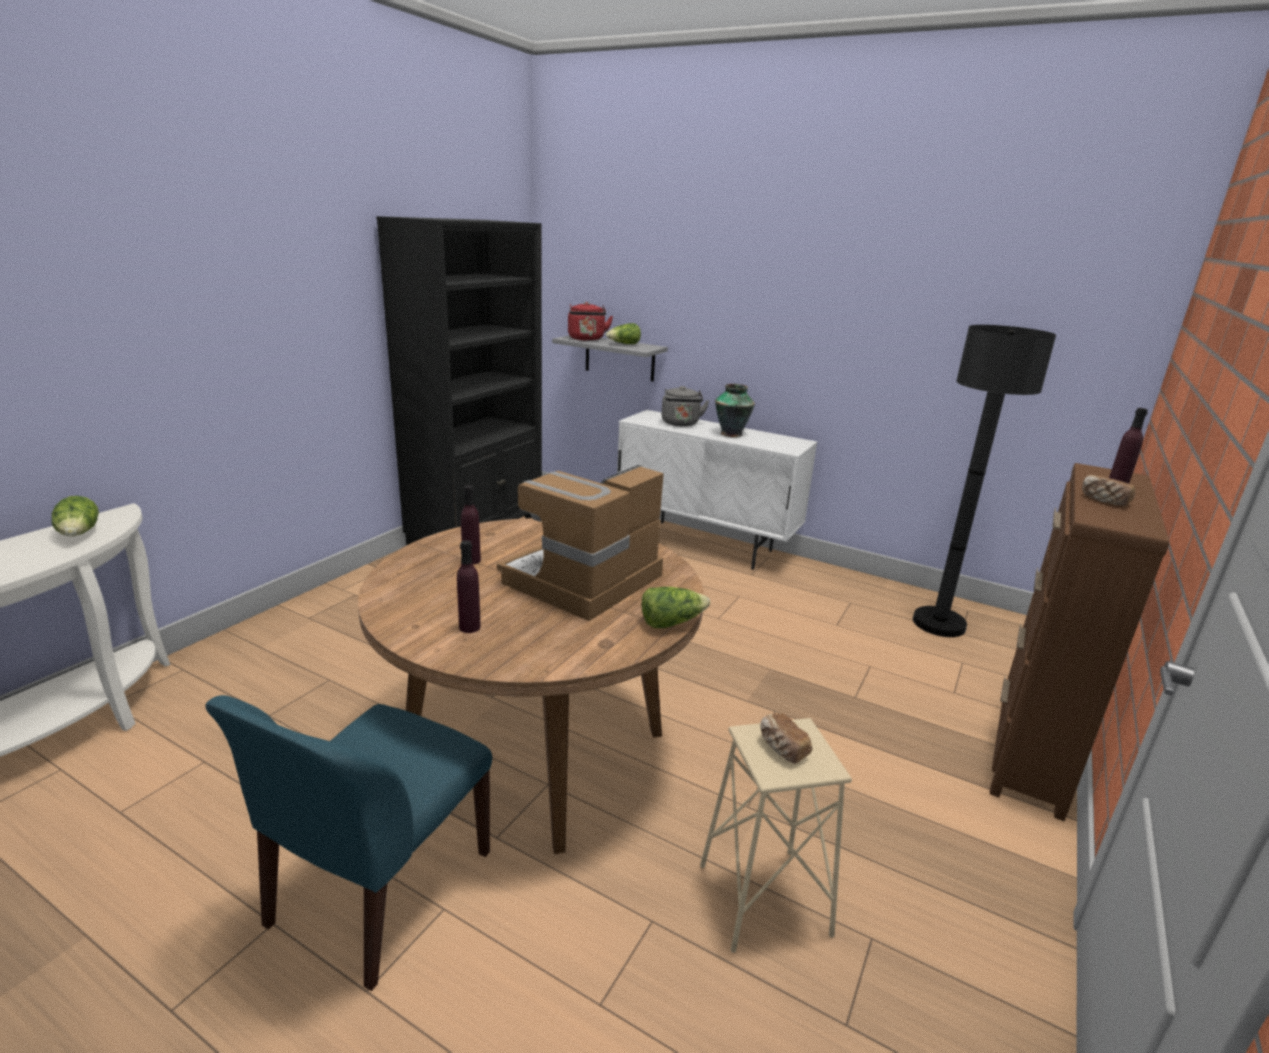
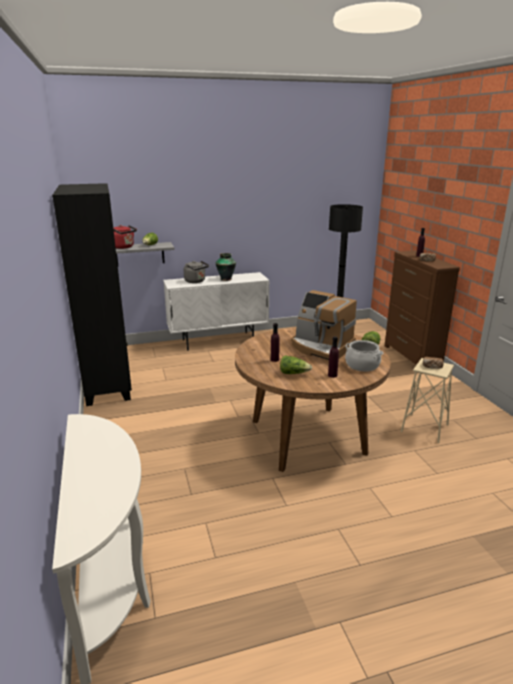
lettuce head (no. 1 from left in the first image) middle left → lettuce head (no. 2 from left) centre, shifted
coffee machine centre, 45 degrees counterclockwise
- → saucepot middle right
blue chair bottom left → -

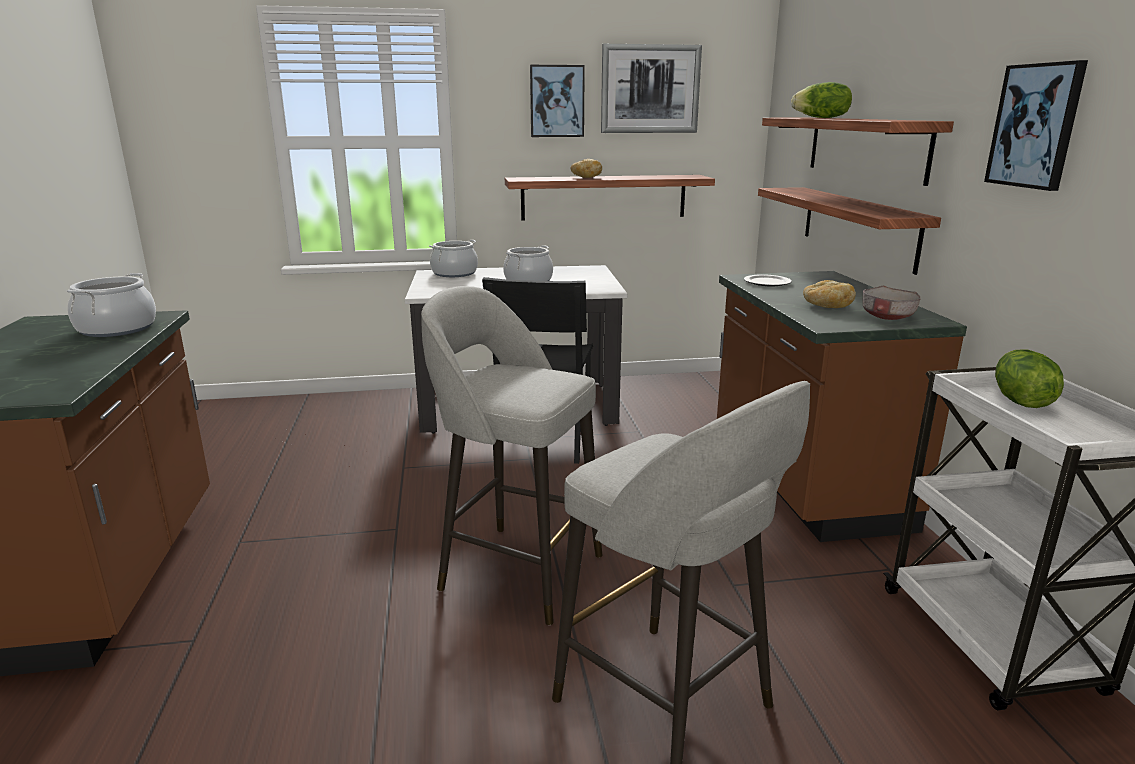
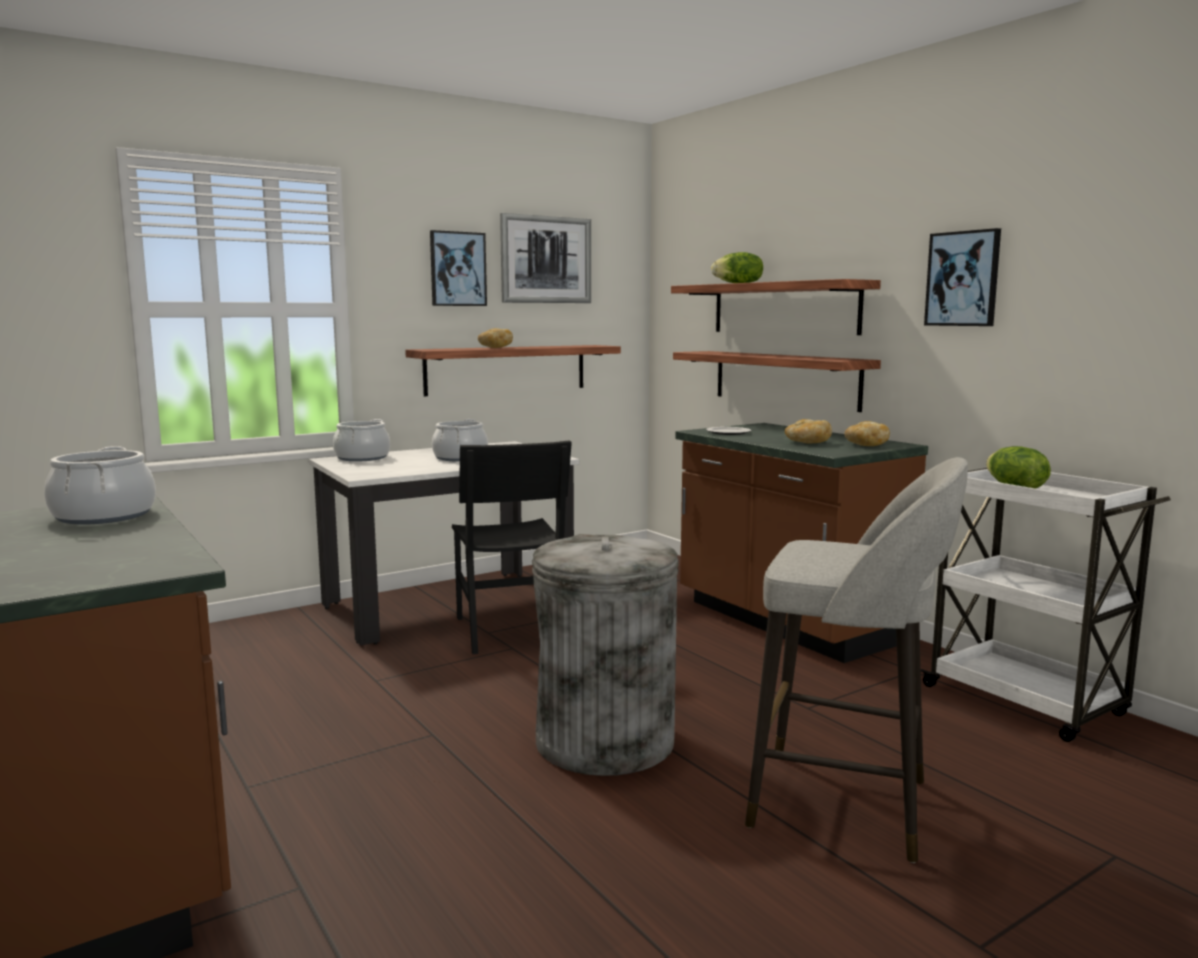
greyish stool (no. 1 from left) centre → greyish rubbish bin bottom centre
greyish bowl middle right → baked bread (no. 3 from left) middle right

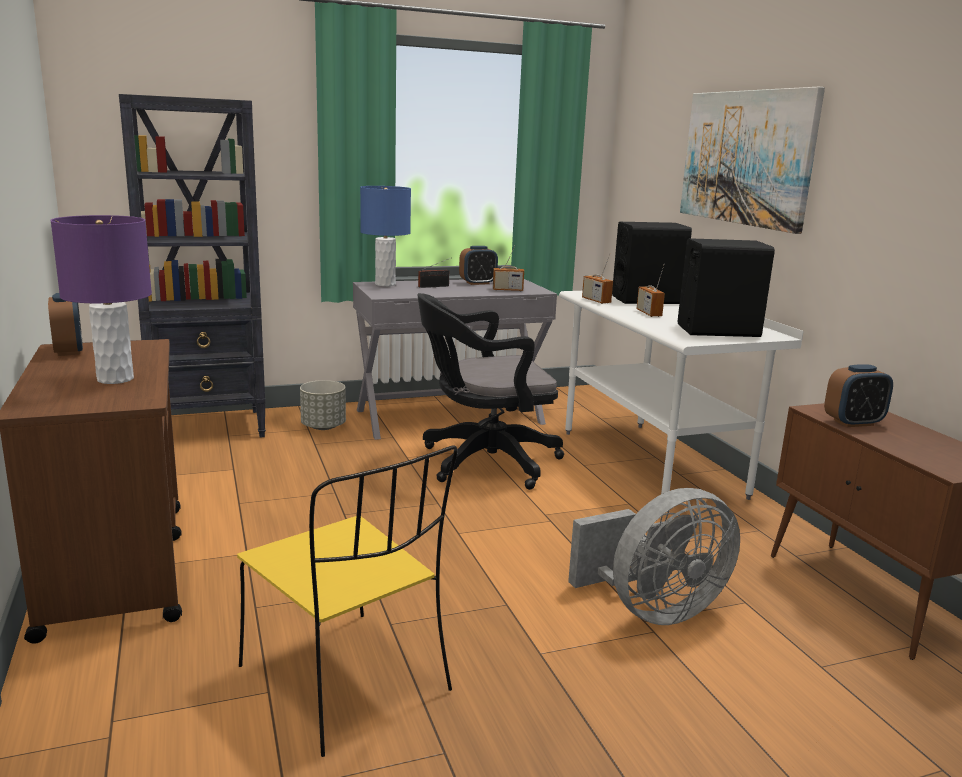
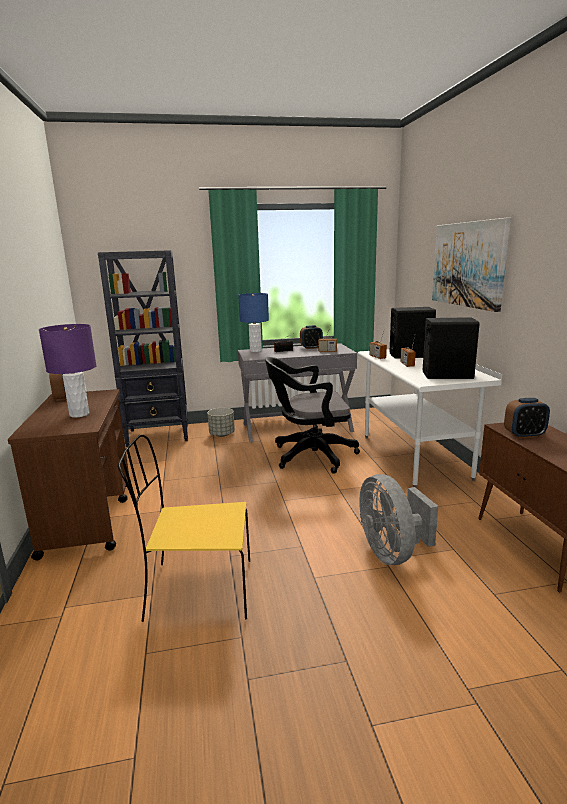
yellow-coloured chair bottom centre → yellow-coloured chair middle left, 120 degrees clockwise
greyish fan bottom right → greyish fan middle right, 90 degrees clockwise

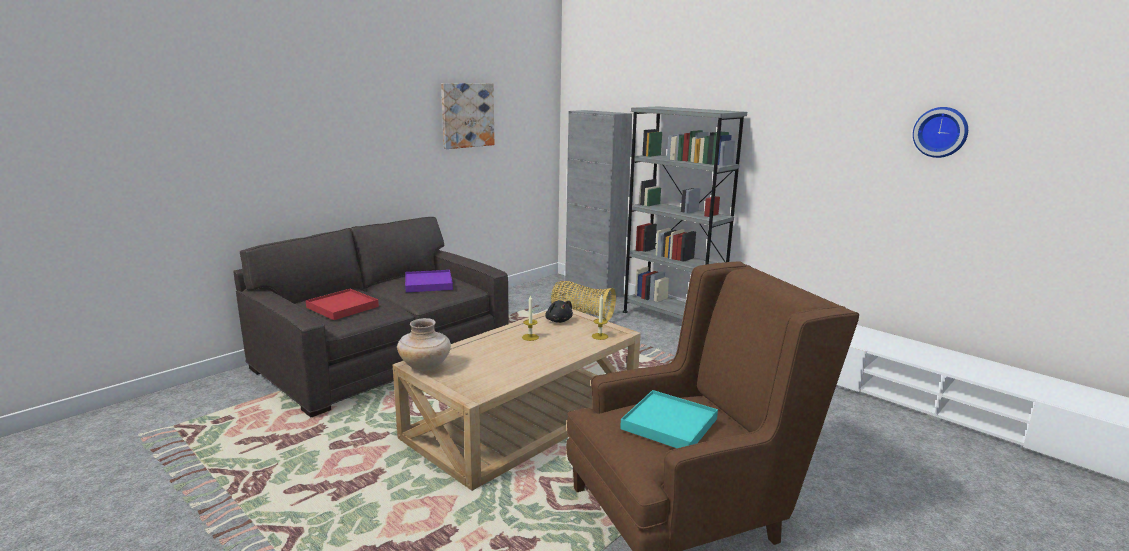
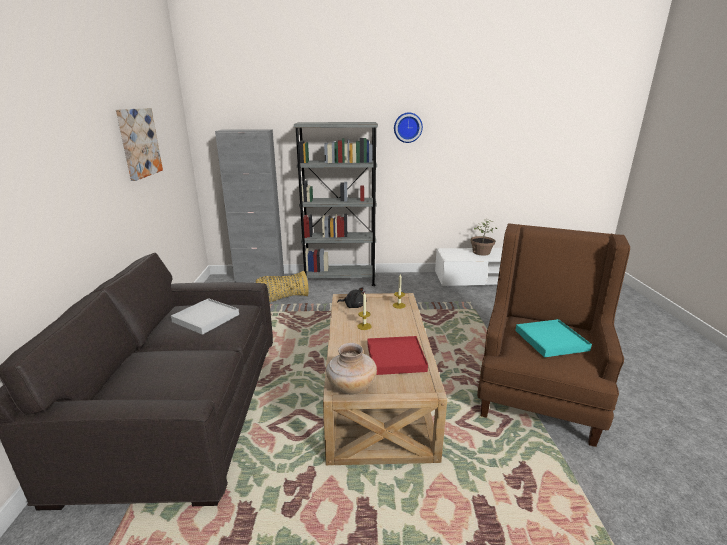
purplish tray centre → white-coloured tray middle left
red tray middle left → red tray centre, shifted
clock on the wall top right → clock on the wall top centre, shifted
- → potted plant centre

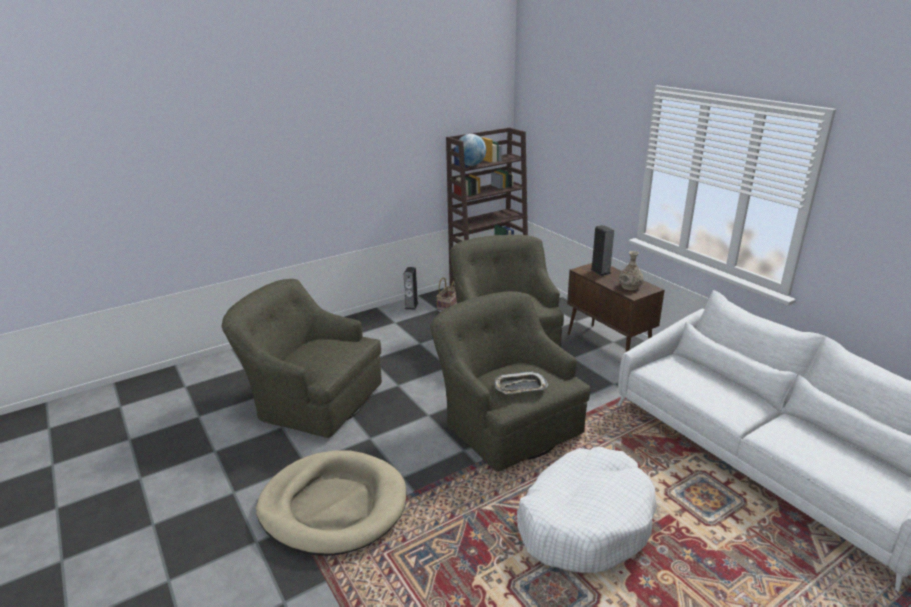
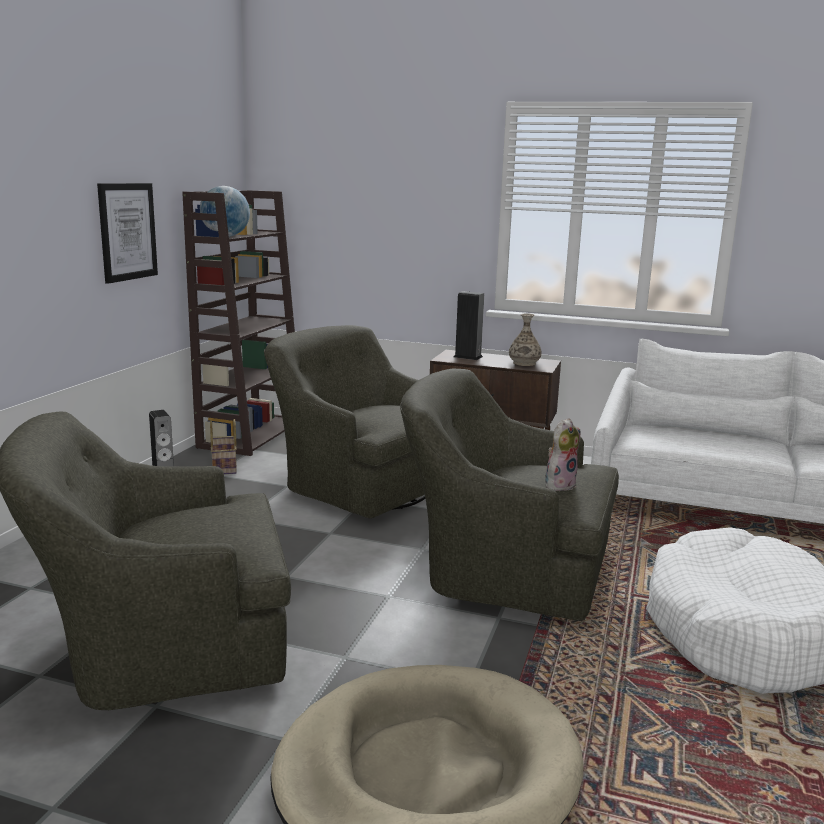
- → wall picture top left
tray centre → cuddly toy middle right

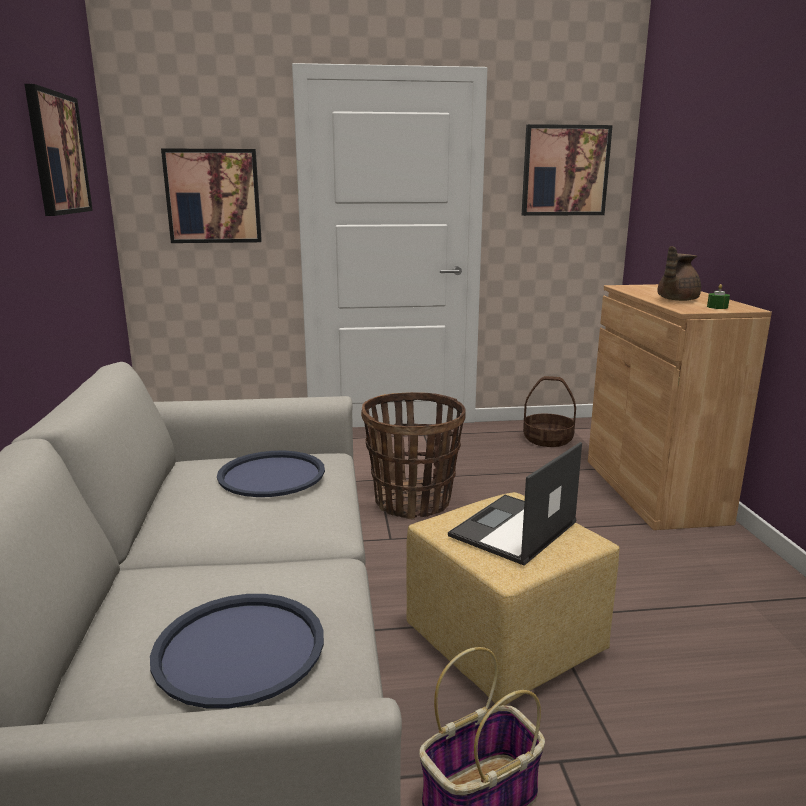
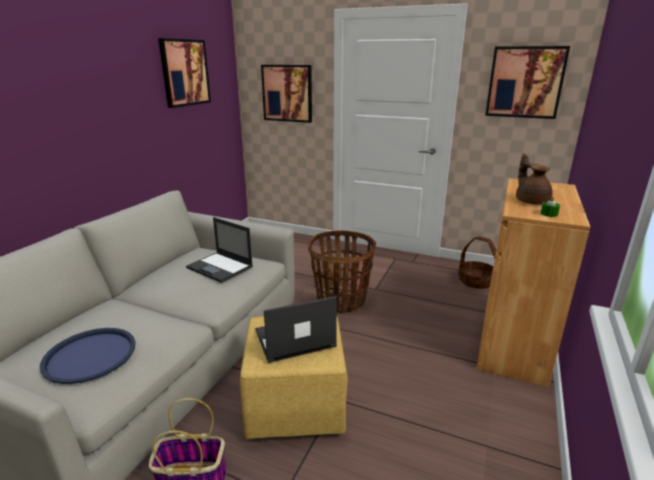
blue tray (no. 2 from left) centre → portable computer (no. 1 from left) centre
brown teapot middle right, 90 degrees clockwise

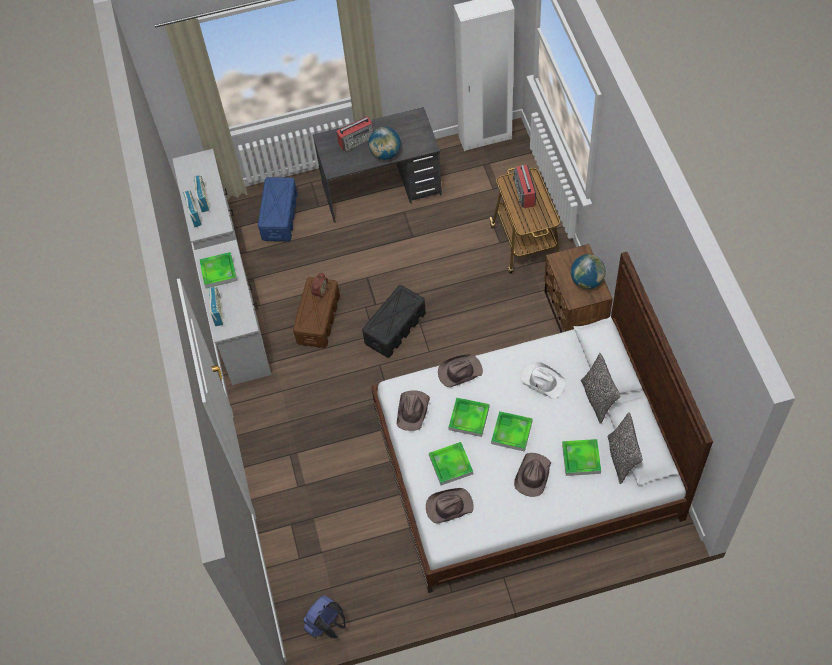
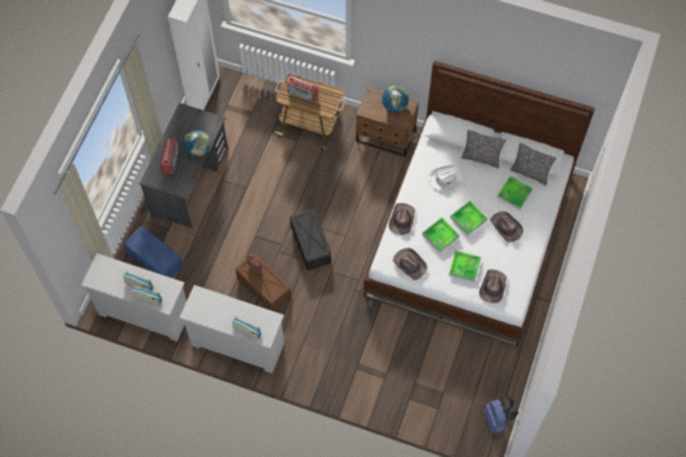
tray (no. 1 from left) middle left → -

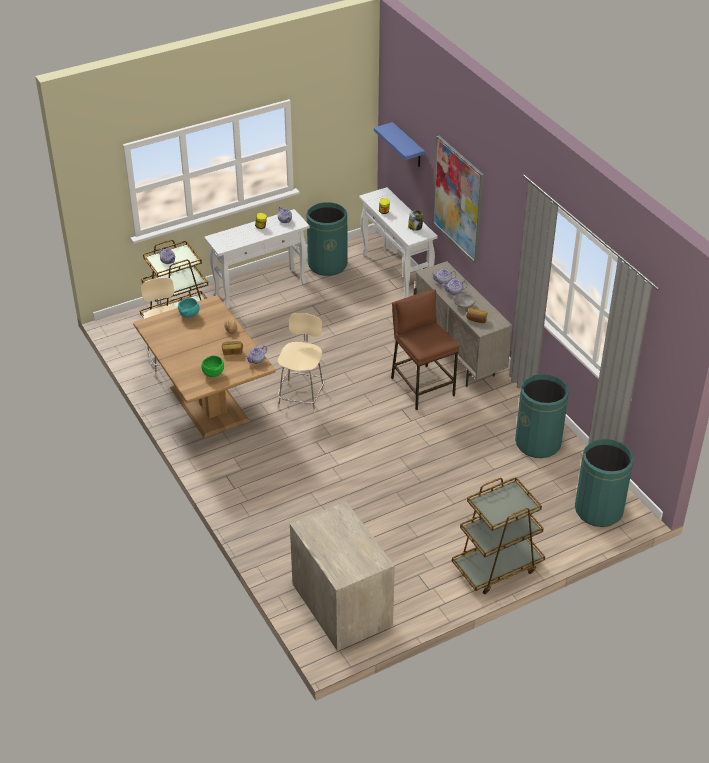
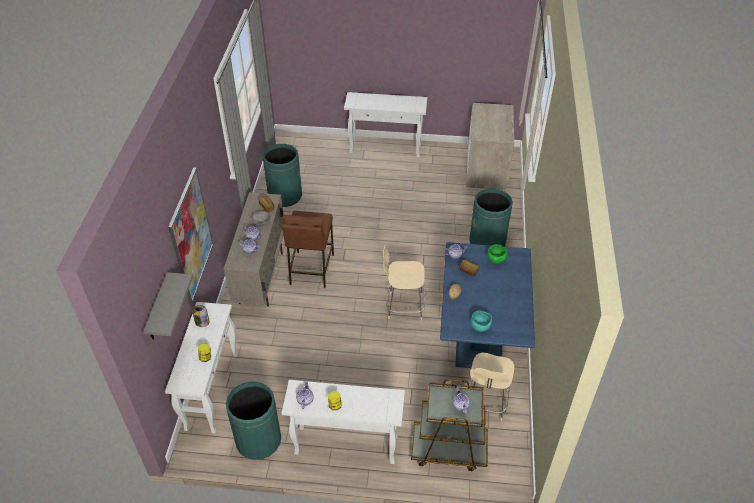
blue bracket shelf top centre → greyish bracket shelf middle left
brown wheeled cart (no. 2 from left) bottom right → white-coloured console table (no. 3 from left) top centre
sand-coloured chair (no. 2 from left in the first image) centre → sand-coloured chair (no. 1 from left) centre, 45 degrees clockwise
brown dining table middle left → blue dining table centre
greenish rubbish bin (no. 3 from left) middle right → greenish rubbish bin (no. 3 from left) centre, shifted

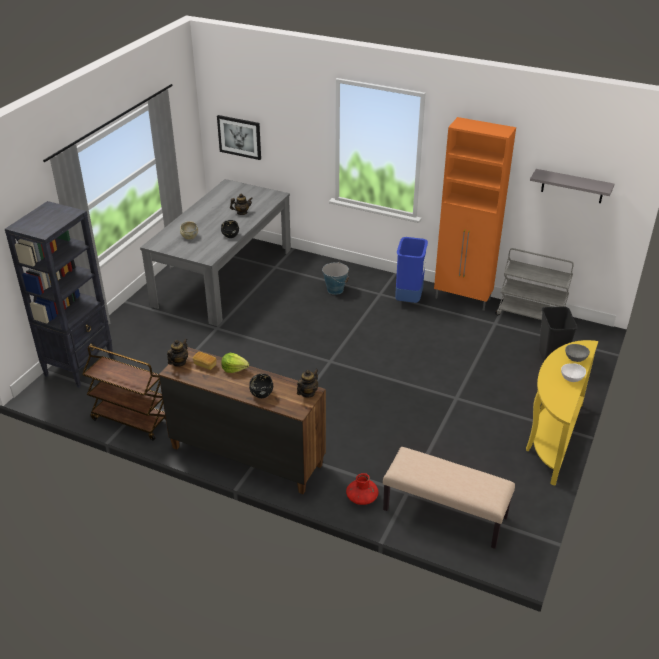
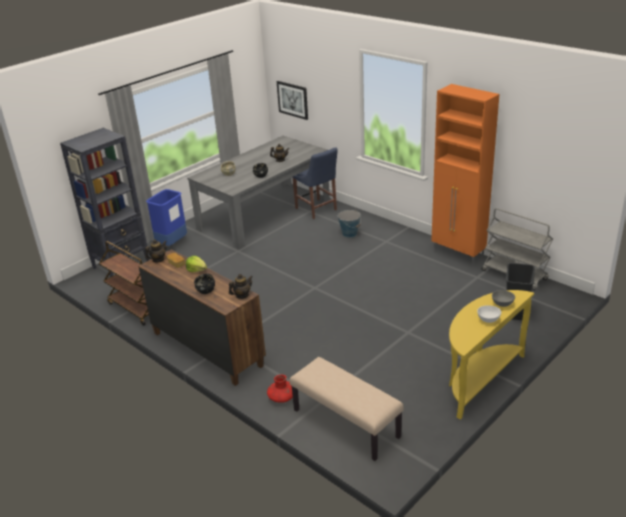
blue rubbish bin centre → blue rubbish bin middle left, shifted
- → blue chair centre
greyish bracket shelf top right → -

